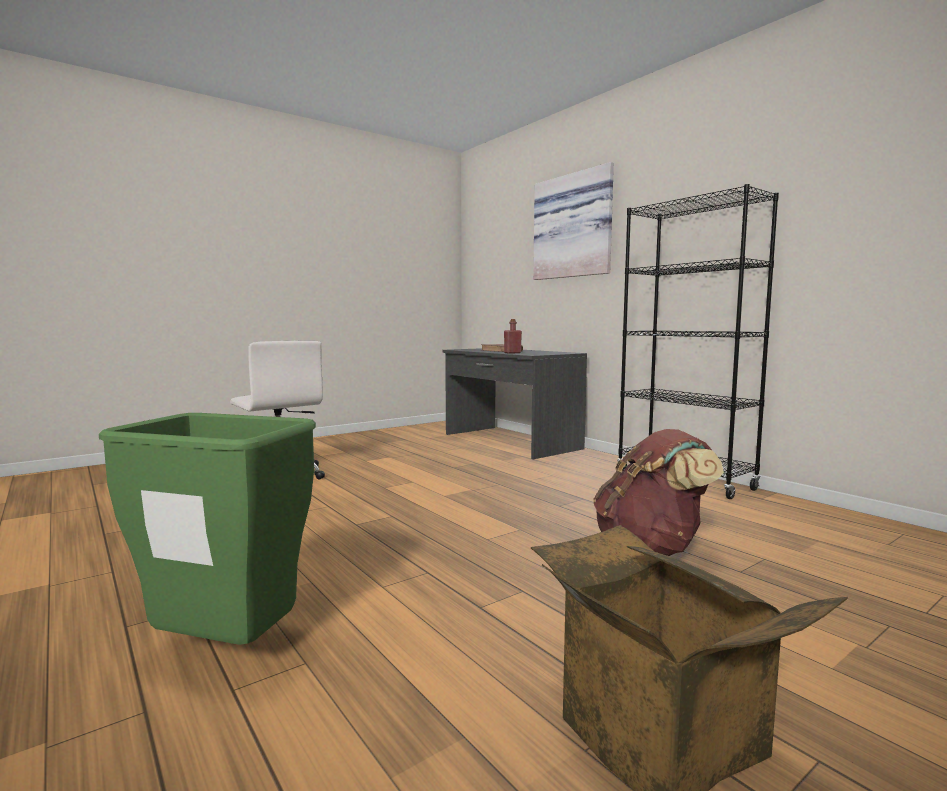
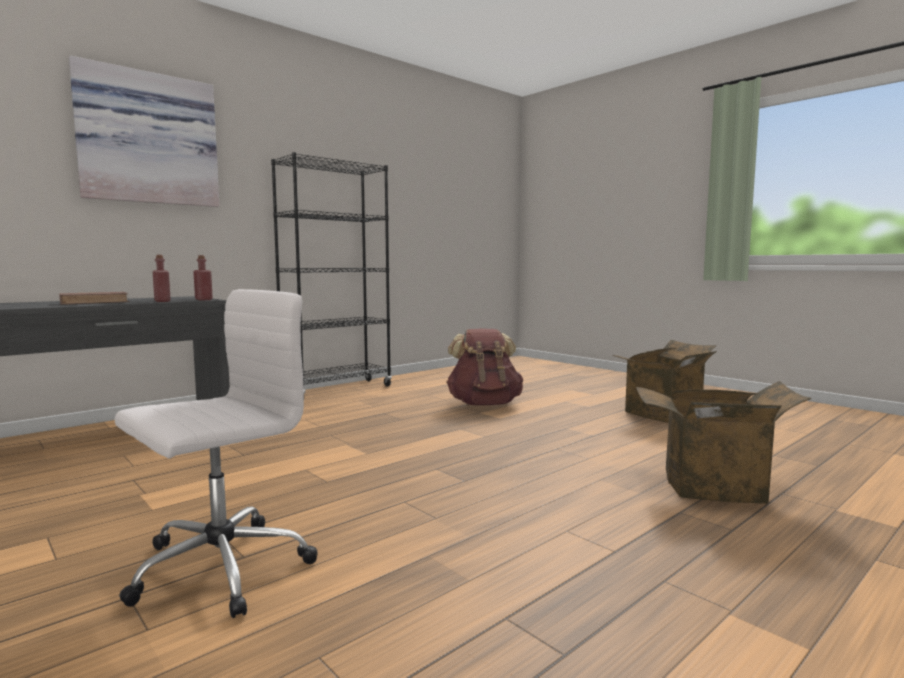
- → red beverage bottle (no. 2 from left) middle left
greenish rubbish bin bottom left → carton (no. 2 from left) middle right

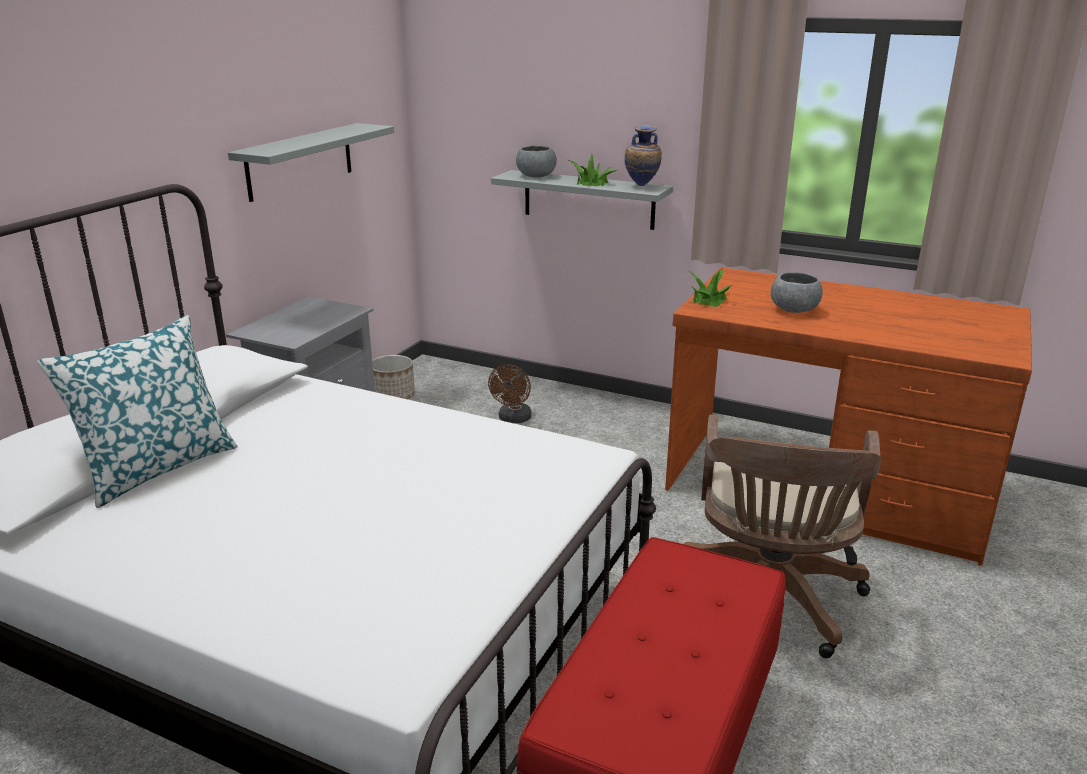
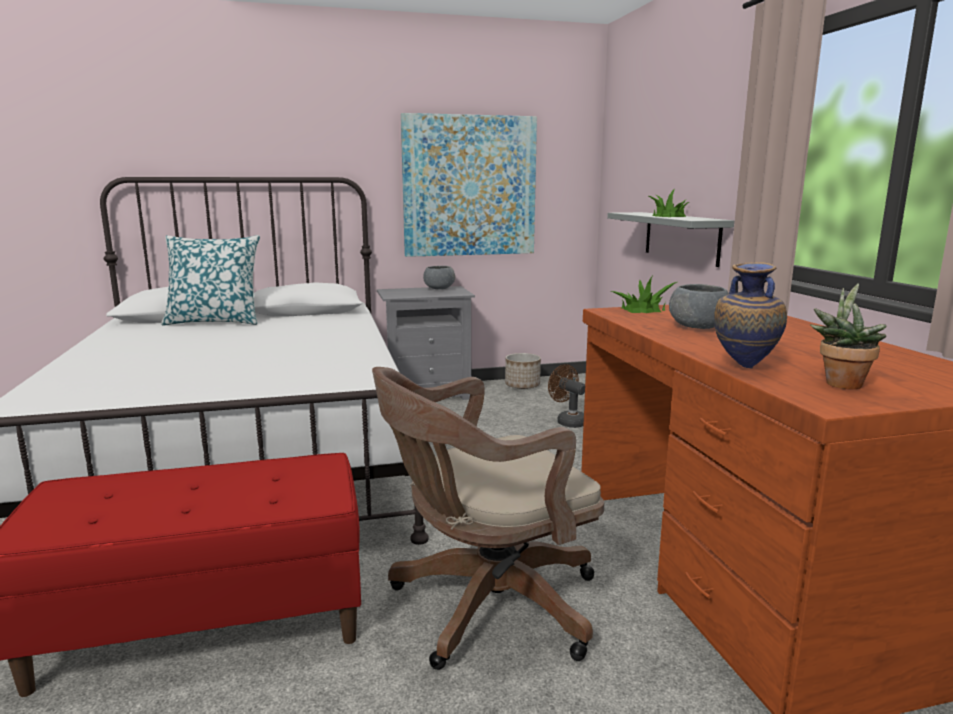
greyish bracket shelf (no. 1 from left) top left → wall picture top centre
greyish bowl (no. 1 from left) top centre → greyish bowl (no. 1 from left) centre, shifted
brown fan centre, 75 degrees clockwise
flower vase top centre → flower vase middle right, shifted
- → potted plant (no. 3 from left) middle right

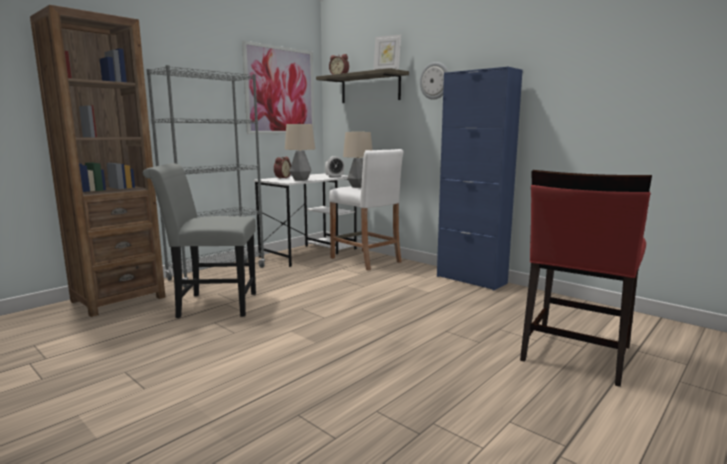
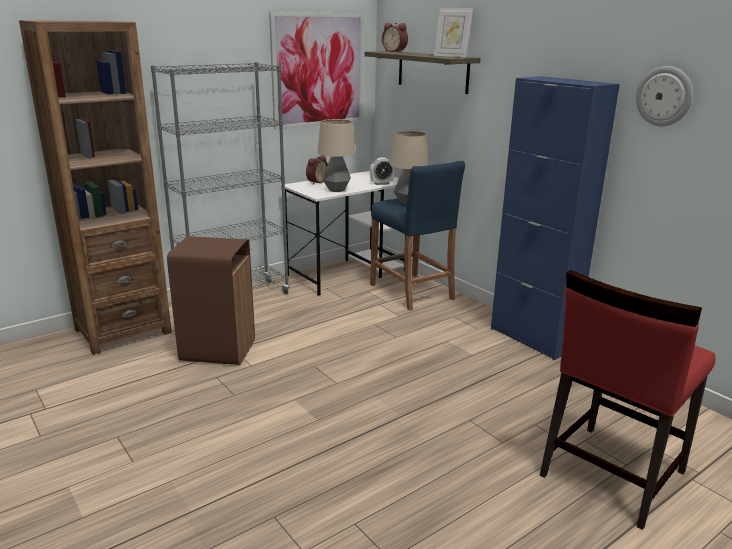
greyish chair middle left → brown rubbish bin middle left
white-coloured stool centre → blue stool centre
clock on the wall top centre → clock on the wall top right, shifted

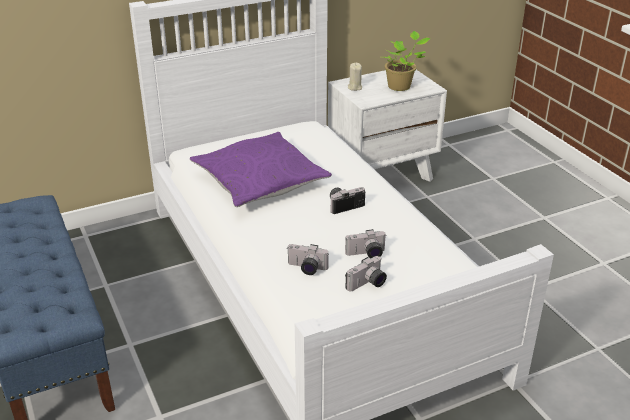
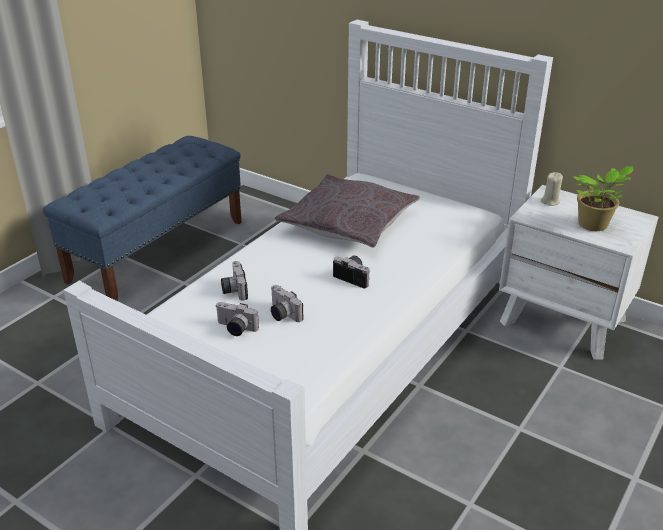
purplish throw pillow centre → greyish throw pillow centre

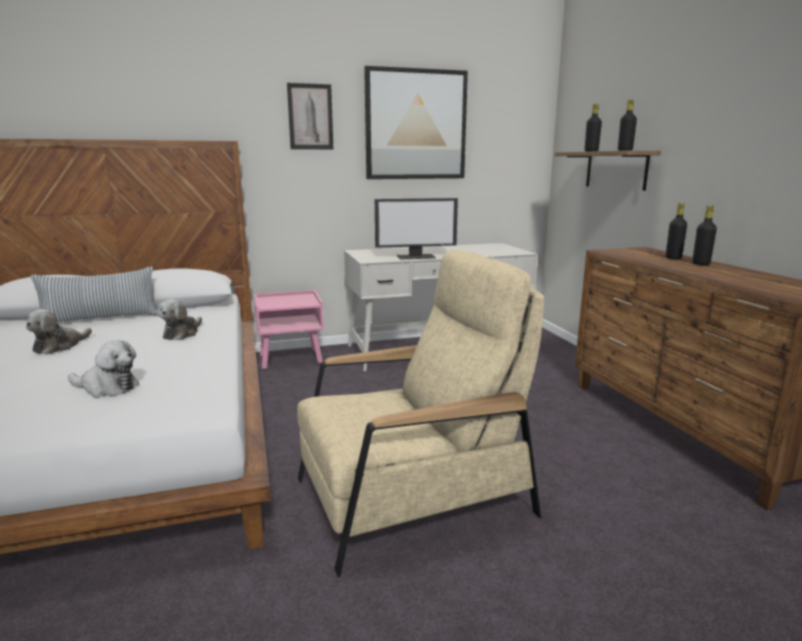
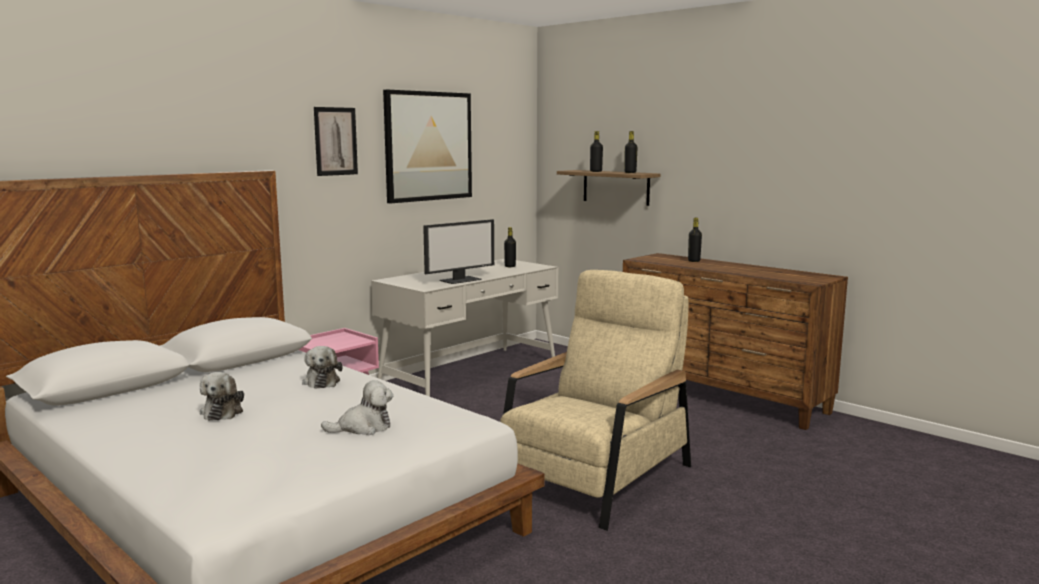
black beverage bottle (no. 4 from left in the first image) middle right → black beverage bottle (no. 1 from left) centre, shifted
throw pillow middle left → -

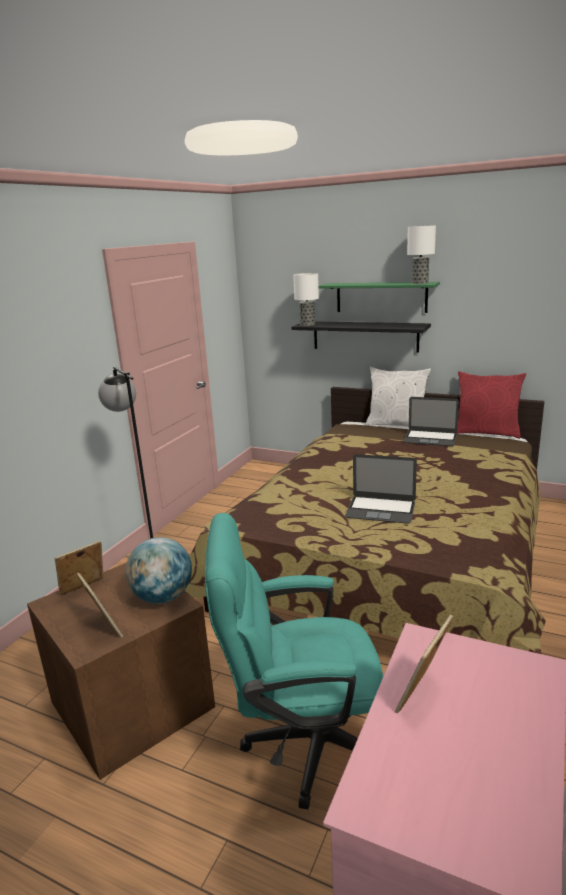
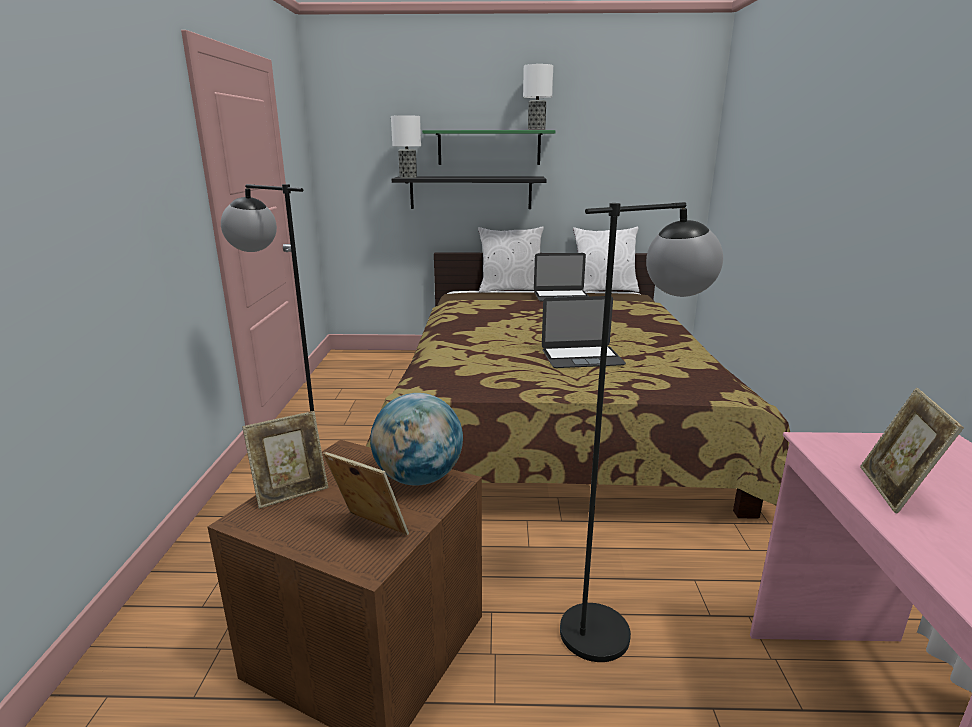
photo frame (no. 1 from left) middle left, 150 degrees counterclockwise
blue-green office chair bottom centre → black standing lamp (no. 2 from left) centre
red throw pillow middle right → white-coloured throw pillow (no. 2 from left) centre

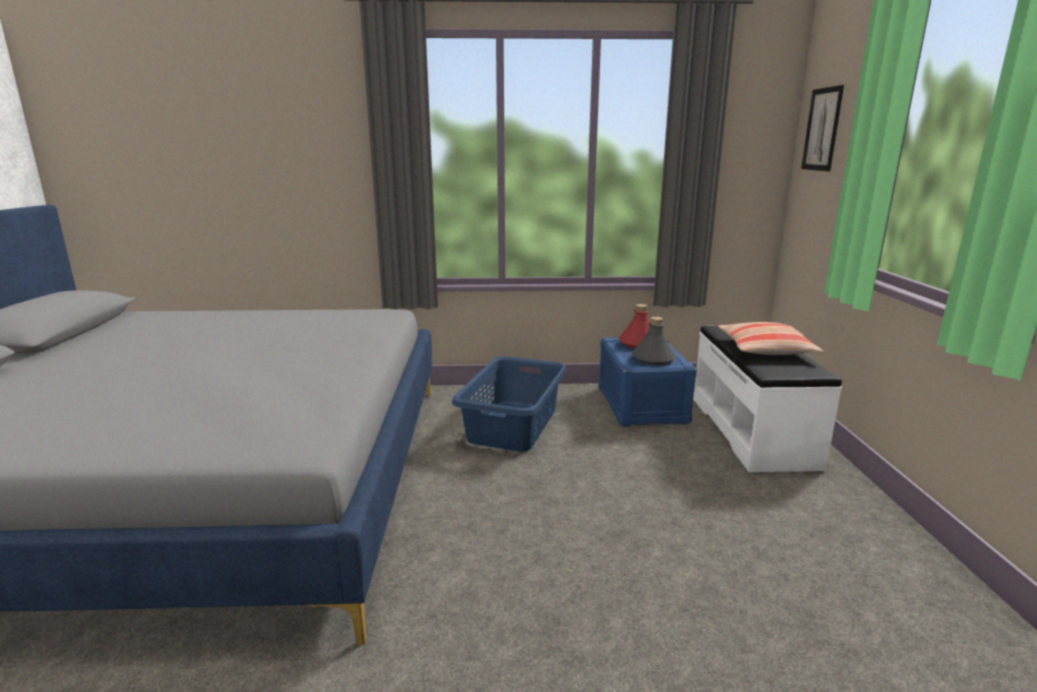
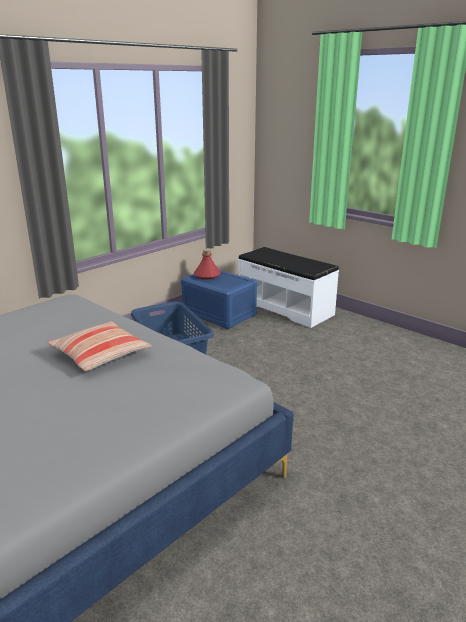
throw pillow middle right → throw pillow middle left, shifted
greyish beverage bottle centre → -
wall picture top right → -

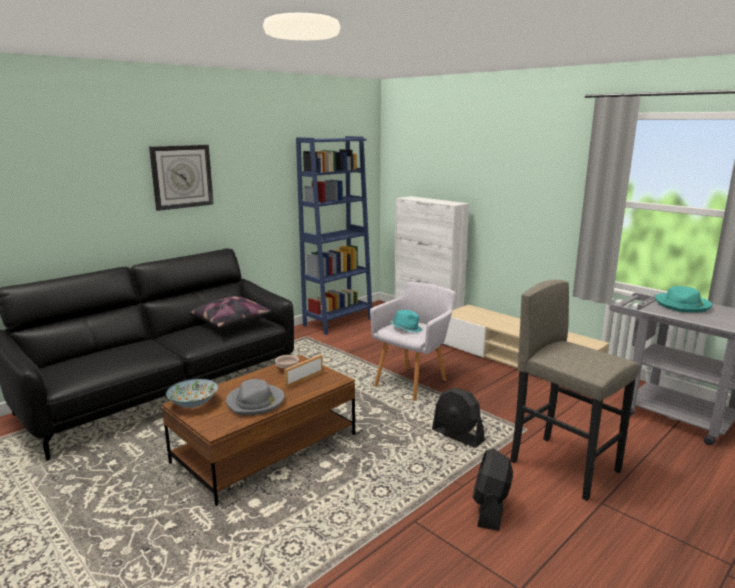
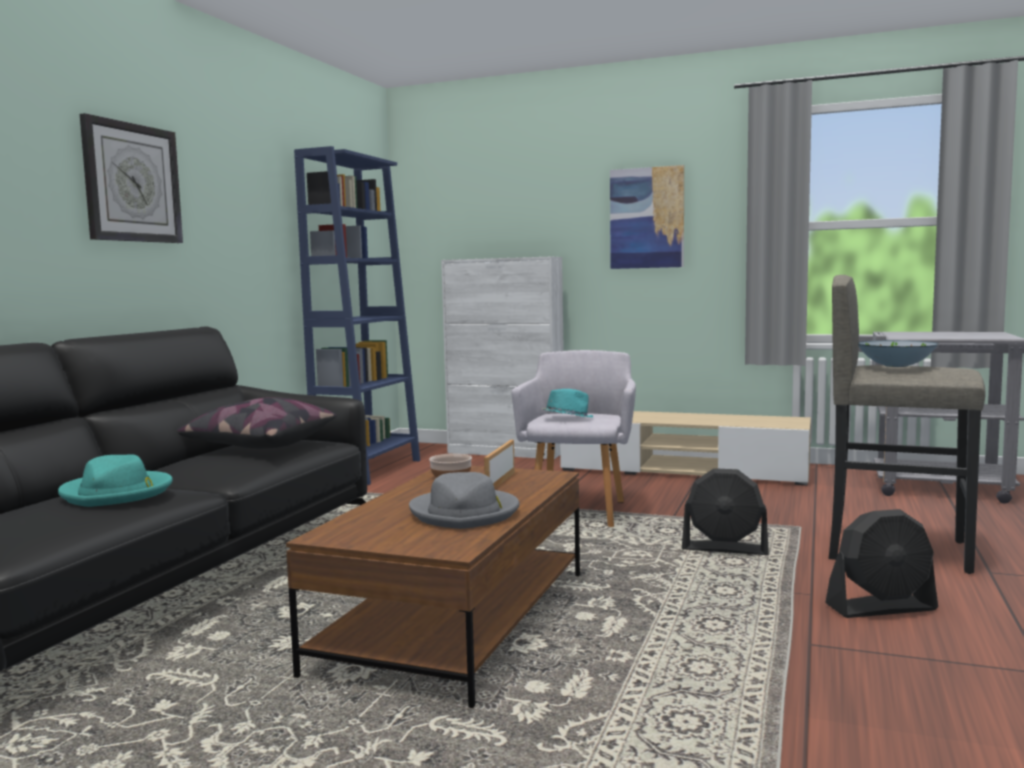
blue-green hat (no. 2 from left in the first image) middle right → blue-green hat (no. 1 from left) middle left, shifted
- → wall picture top centre
black fan (no. 2 from left) bottom right, 90 degrees counterclockwise
bowl (no. 1 from left in the first image) bottom left → bowl (no. 2 from left) middle right, shifted

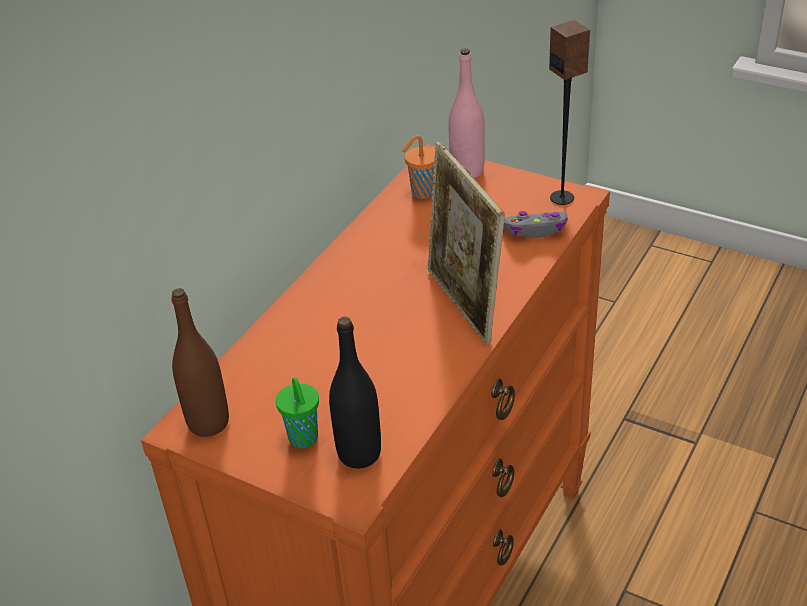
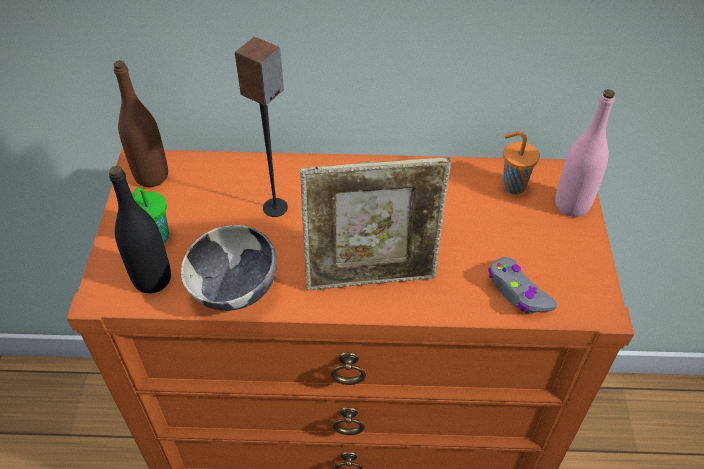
- → bowl middle left
audio speaker top right → audio speaker top centre, shifted
photo frame centre, 135 degrees counterclockwise

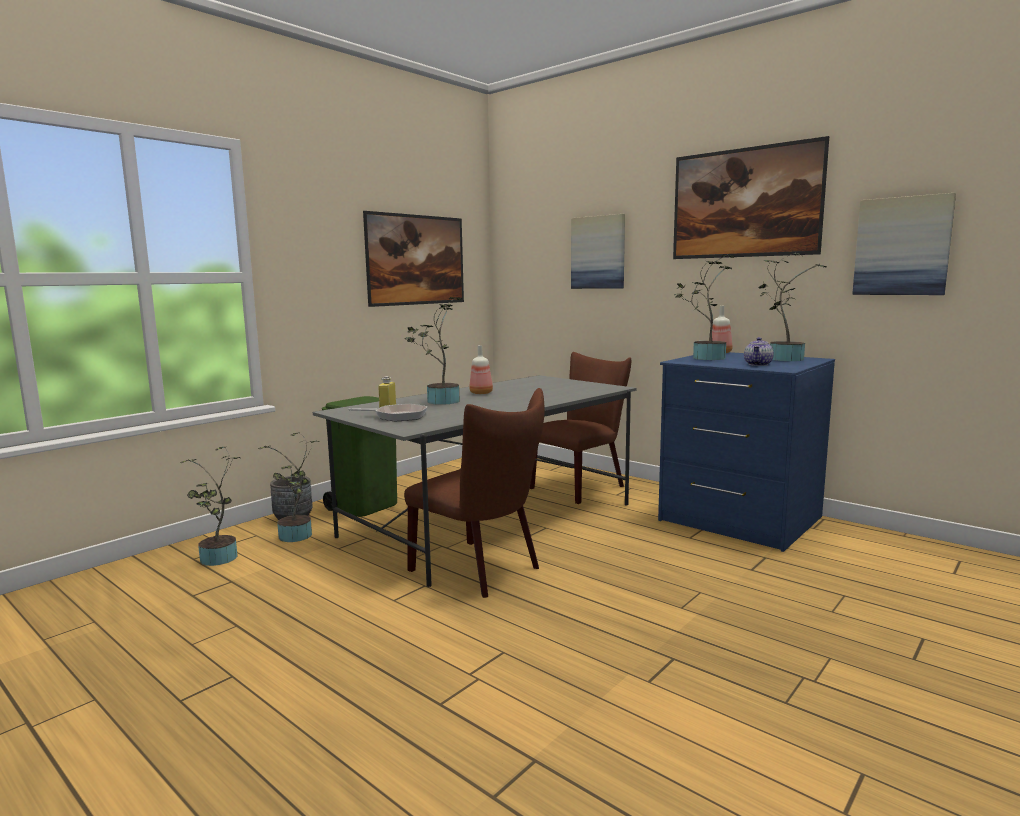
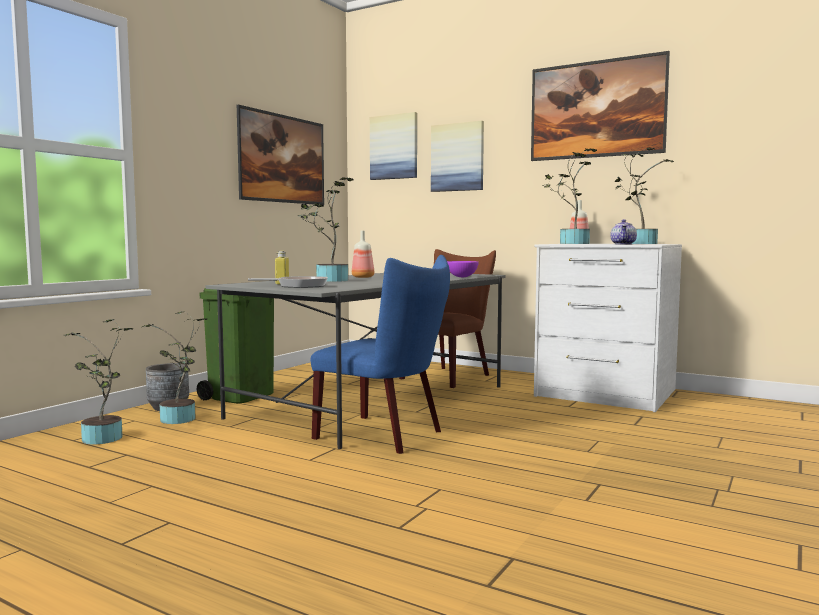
brown chair (no. 1 from left) centre → blue chair centre
wall picture (no. 4 from left in the first image) top right → wall picture (no. 2 from left) top centre, shifted
- → purplish bowl centre
blue chest of drawers middle right → white-coloured chest of drawers middle right

